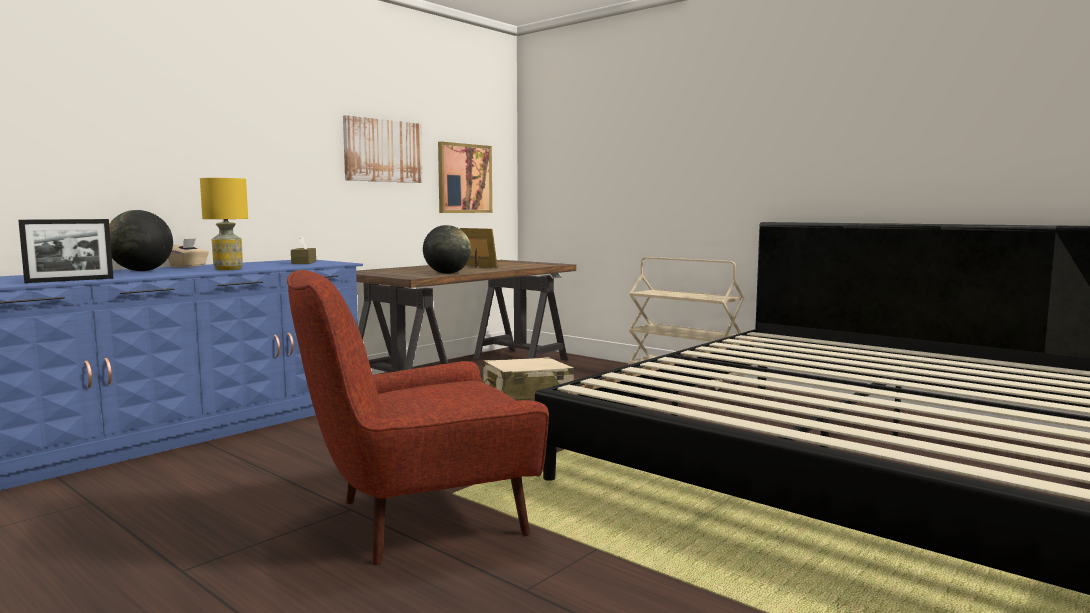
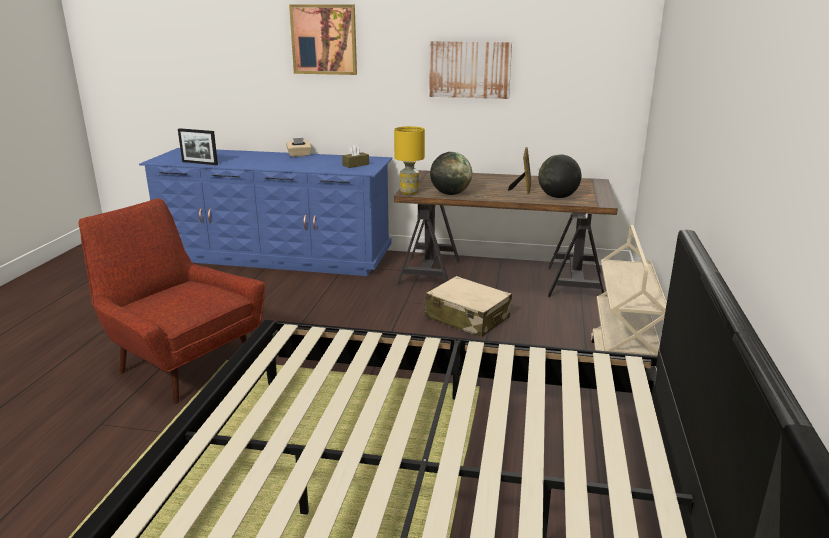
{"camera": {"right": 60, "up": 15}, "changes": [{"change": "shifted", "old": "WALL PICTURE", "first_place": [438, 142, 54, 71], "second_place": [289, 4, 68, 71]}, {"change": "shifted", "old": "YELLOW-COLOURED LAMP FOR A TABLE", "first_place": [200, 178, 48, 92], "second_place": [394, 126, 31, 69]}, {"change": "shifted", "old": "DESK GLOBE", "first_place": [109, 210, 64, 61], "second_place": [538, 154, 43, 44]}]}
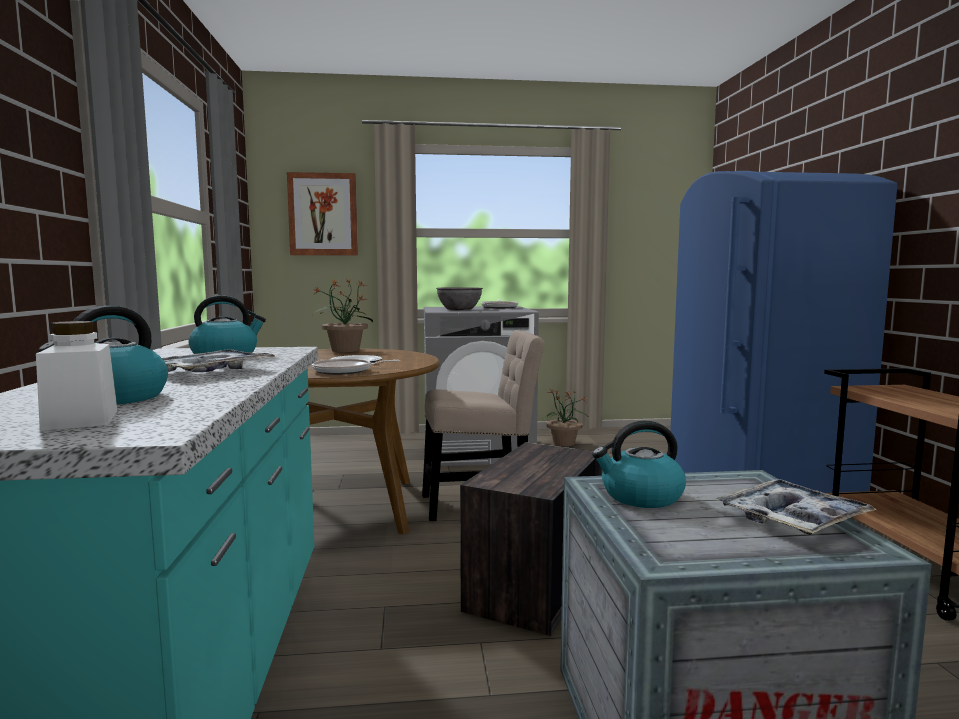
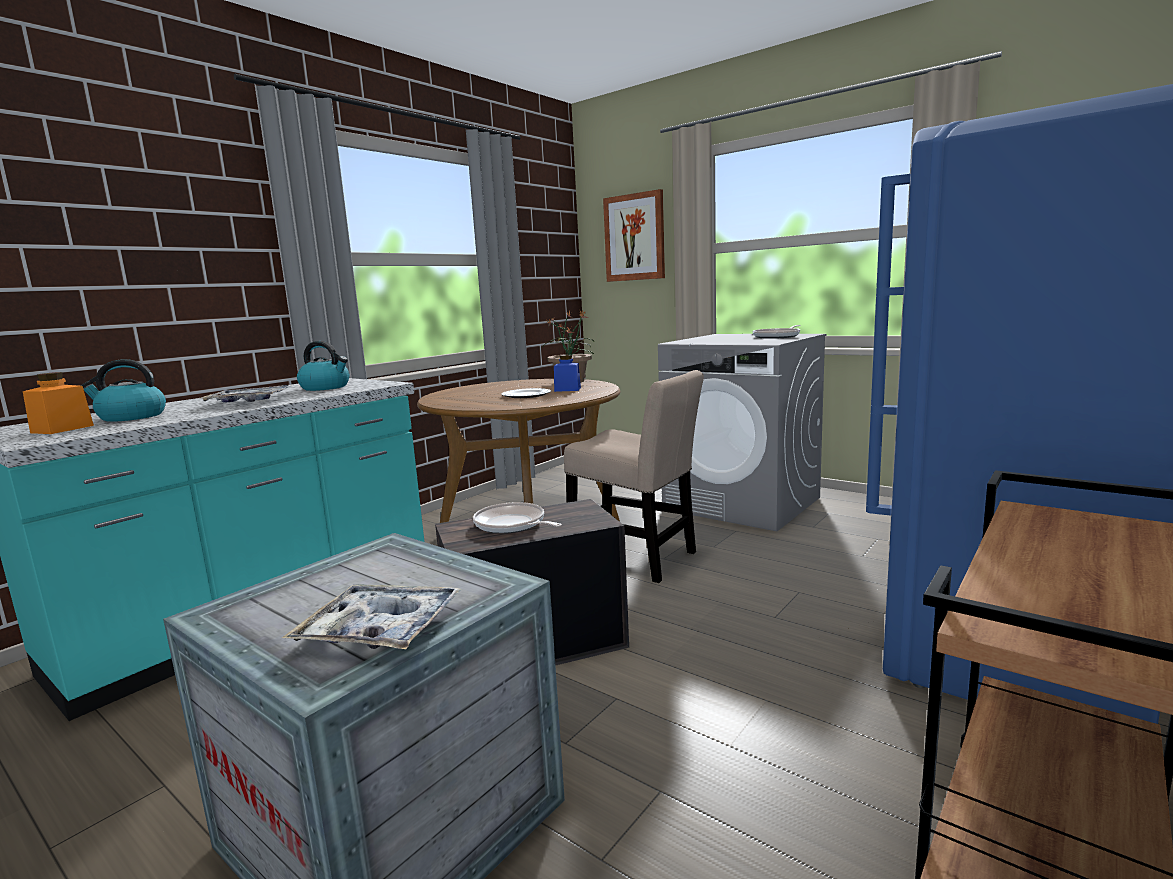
{"camera": {"right": 45, "up": 5}, "changes": [{"change": "gone", "old": "GREYISH DEEP DISH", "first_place": [436, 287, 47, 23]}, {"change": "repainted", "old": "WHITE STORAGE JAR", "new": "ORANGE STORAGE JAR", "first_place": [36, 321, 82, 110], "second_place": [23, 372, 71, 62]}, {"change": "shifted", "old": "SKILLET", "first_place": [312, 359, 88, 16], "second_place": [473, 502, 89, 32]}, {"change": "gone", "old": "PLANT IN A POT", "first_place": [543, 389, 46, 57]}, {"change": "gone", "old": "TEA KETTLE", "first_place": [592, 421, 94, 87]}, {"change": "new", "new": "BLUE-COLOURED STORAGE JAR", "second_place": [554, 355, 27, 37]}]}
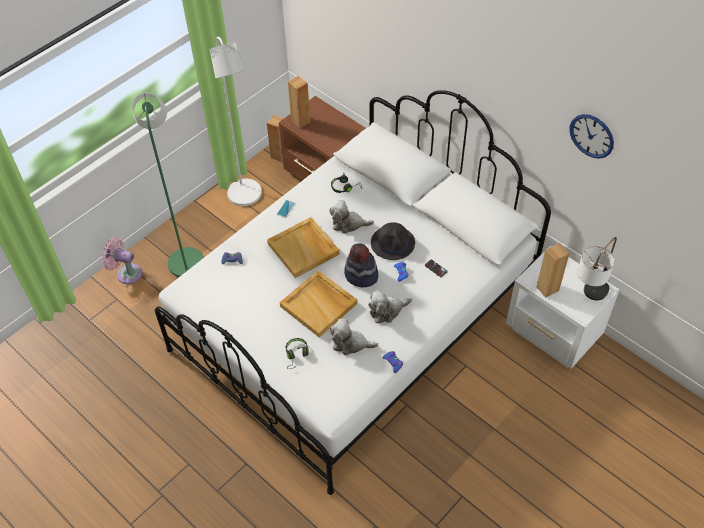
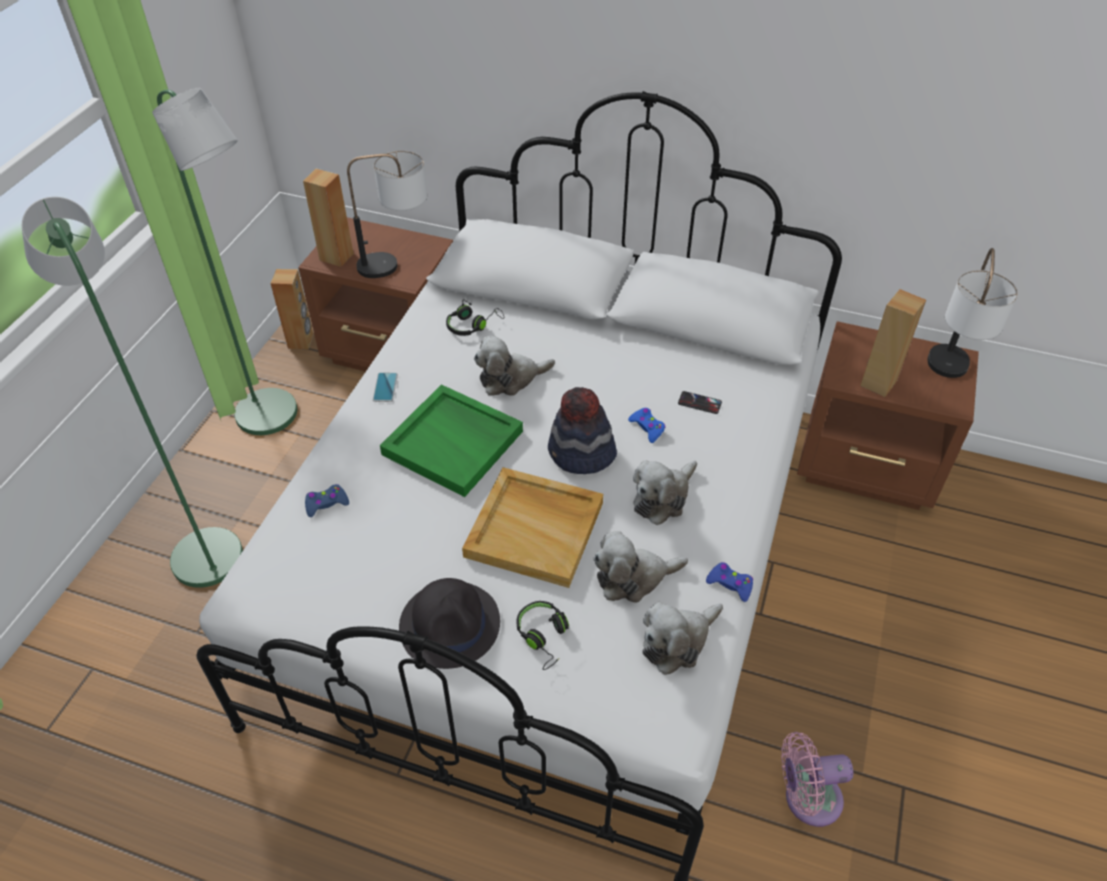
{"camera": {"right": -25, "up": -5}, "changes": [{"change": "repainted", "old": "WHITE FLOOR LAMP", "new": "GREEN-COLOURED FLOOR LAMP", "first_place": [210, 37, 52, 169], "second_place": [152, 88, 145, 347]}, {"change": "gone", "old": "CLOCK ON THE WALL", "first_place": [569, 114, 45, 45]}, {"change": "repainted", "old": "SAND-COLOURED SERVING TRAY", "new": "GREEN-COLOURED SERVING TRAY", "first_place": [267, 217, 73, 61], "second_place": [380, 384, 143, 113]}, {"change": "shifted", "old": "BLACK CLOTHING HAT", "first_place": [371, 222, 44, 38], "second_place": [399, 578, 101, 91]}, {"change": "shifted", "old": "PINK-COLOURED COOLING FAN", "first_place": [102, 237, 40, 47], "second_place": [781, 732, 72, 95]}, {"change": "repainted", "old": "WHITE NIGHT TABLE", "new": "BROWN NIGHT TABLE", "first_place": [506, 245, 114, 124], "second_place": [797, 321, 182, 189]}, {"change": "new", "new": "LAMP FOR A TABLE", "second_place": [347, 151, 80, 127]}, {"change": "new", "new": "CUDDLY TOY", "second_place": [642, 602, 81, 73]}]}
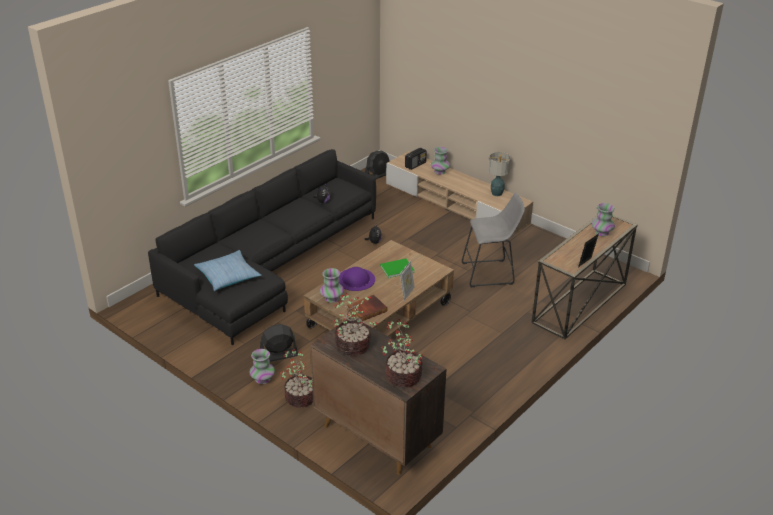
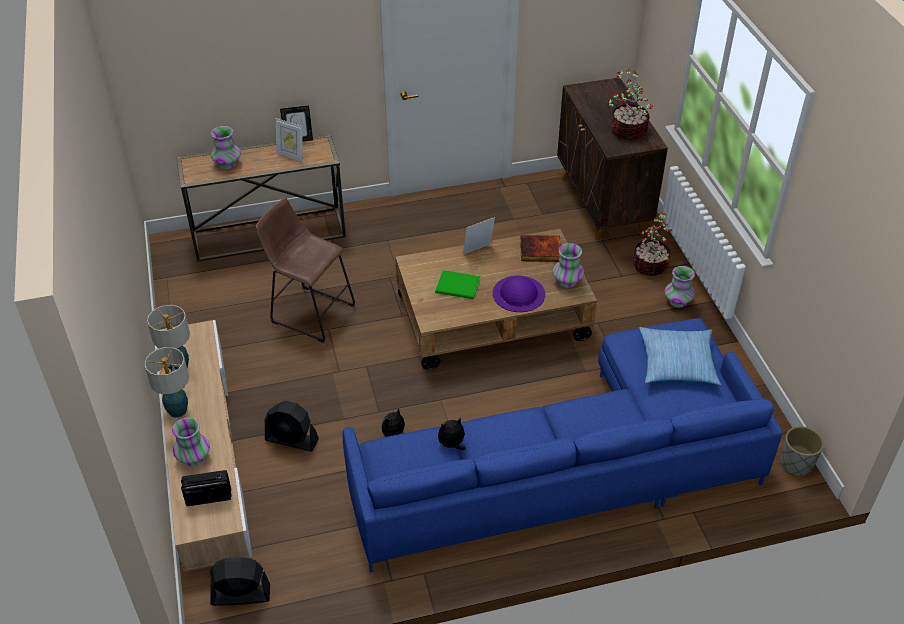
{"camera": {"right": -145, "up": 10}, "changes": [{"change": "repainted", "old": "BLACK COUCH", "new": "BLUE-COLOURED COUCH", "first_place": [148, 149, 228, 197], "second_place": [343, 318, 439, 254]}, {"change": "repainted", "old": "GREYISH STOOL", "new": "BROWN STOOL", "first_place": [462, 193, 63, 94], "second_place": [256, 198, 99, 144]}, {"change": "gone", "old": "PLANT IN A POT", "first_place": [381, 319, 43, 68]}, {"change": "shifted", "old": "BLACK COOLING FAN", "first_place": [260, 324, 38, 38], "second_place": [265, 401, 54, 51]}, {"change": "new", "new": "PICTURE FRAME", "second_place": [276, 118, 27, 44]}, {"change": "new", "new": "LAMP FOR A TABLE", "second_place": [144, 347, 45, 71]}, {"change": "new", "new": "GREYISH FLOWER POT", "second_place": [780, 426, 44, 50]}]}
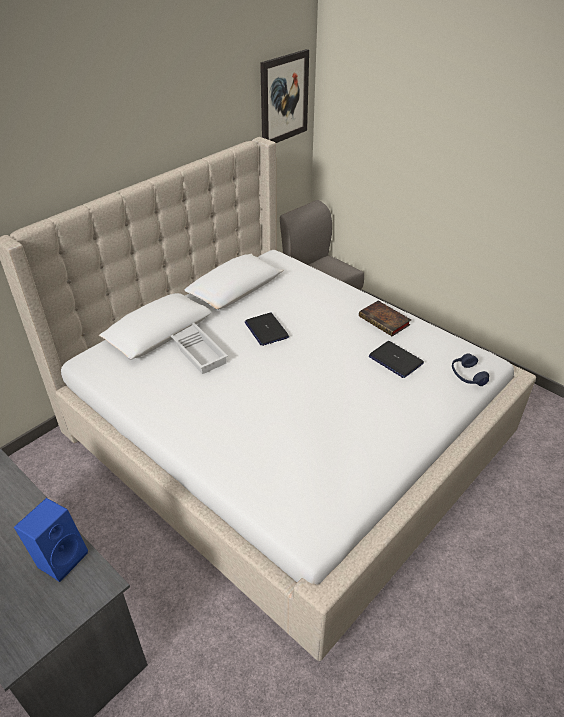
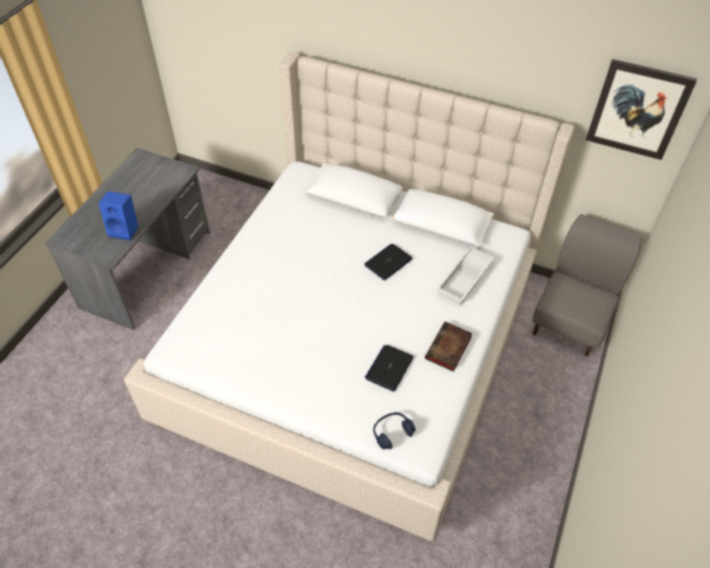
{"camera": {"right": 70, "up": 10}, "changes": [{"change": "shifted", "old": "WHITE SERVING TRAY", "first_place": [171, 323, 57, 51], "second_place": [437, 246, 57, 59]}]}
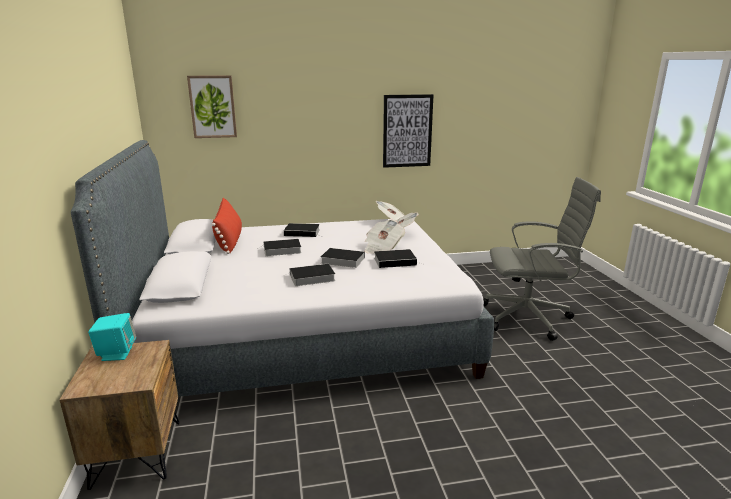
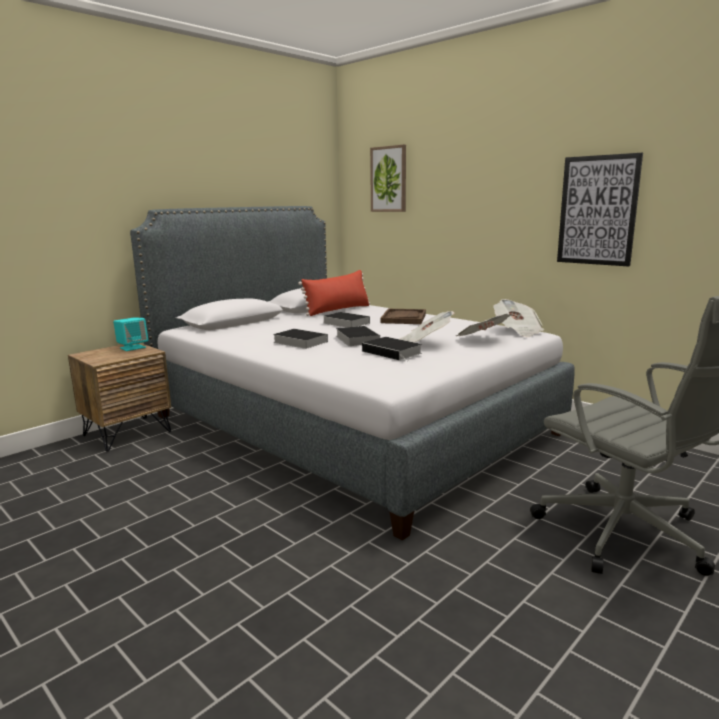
{"camera": {"right": 55, "up": -5}, "changes": [{"change": "swapped", "old": "BOUND BOOK", "new": "BROWN SERVING TRAY", "first_place": [284, 223, 36, 14], "second_place": [380, 309, 46, 15]}]}
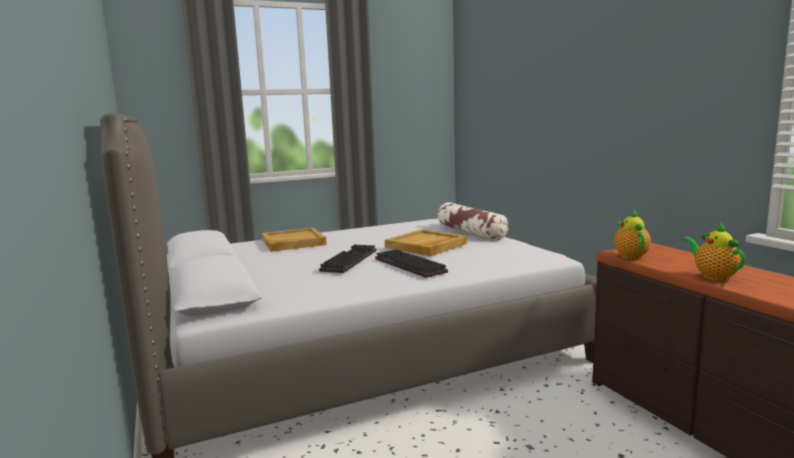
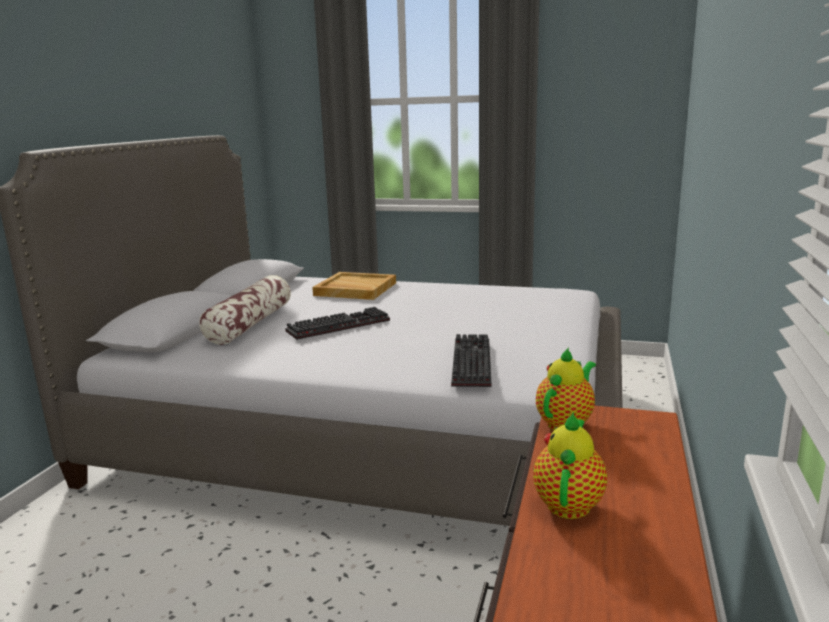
{"camera": {"right": 40, "up": 5}, "changes": [{"change": "shifted", "old": "CUSHION", "first_place": [437, 202, 72, 39], "second_place": [199, 275, 92, 70]}, {"change": "gone", "old": "SAND-COLOURED SERVING TRAY", "first_place": [385, 229, 82, 27]}, {"change": "shifted", "old": "COMPUTER KEYBOARD", "first_place": [375, 249, 73, 29], "second_place": [451, 334, 40, 53]}]}
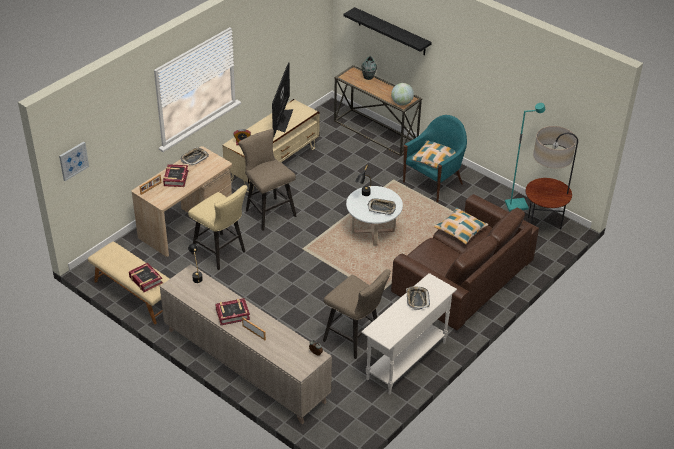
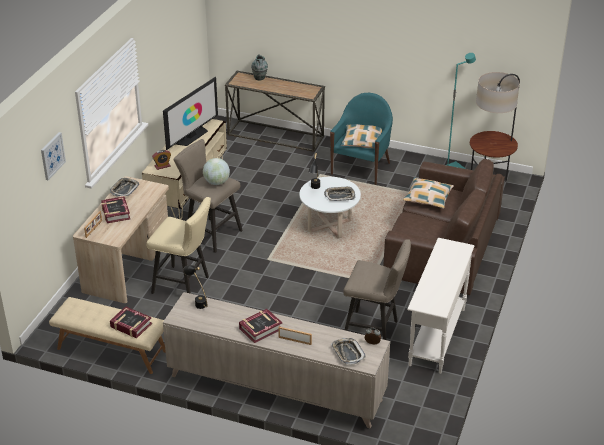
{"camera": {"right": -20, "up": -5}, "changes": [{"change": "gone", "old": "BLACK BRACKET SHELF", "first_place": [343, 7, 89, 48]}, {"change": "rotated", "old": "TELEVISION", "first_place": [272, 62, 21, 74], "second_place": [163, 77, 55, 73], "degrees": -135}, {"change": "shifted", "old": "DESK GLOBE", "first_place": [391, 83, 23, 23], "second_place": [203, 158, 27, 27]}, {"change": "shifted", "old": "WALL PICTURE", "first_place": [59, 142, 30, 39], "second_place": [41, 132, 25, 48]}, {"change": "shifted", "old": "SERVING TRAY", "first_place": [406, 286, 24, 24], "second_place": [331, 338, 35, 27]}]}
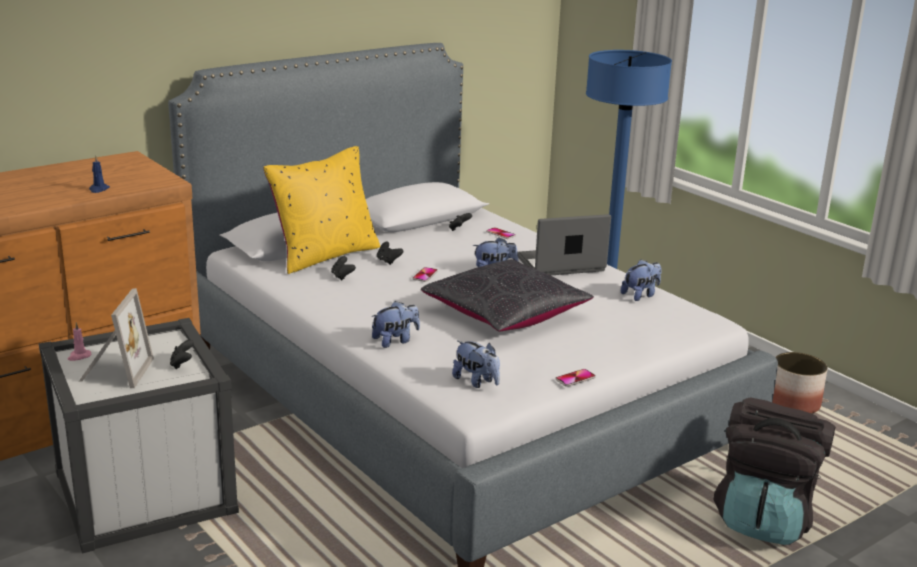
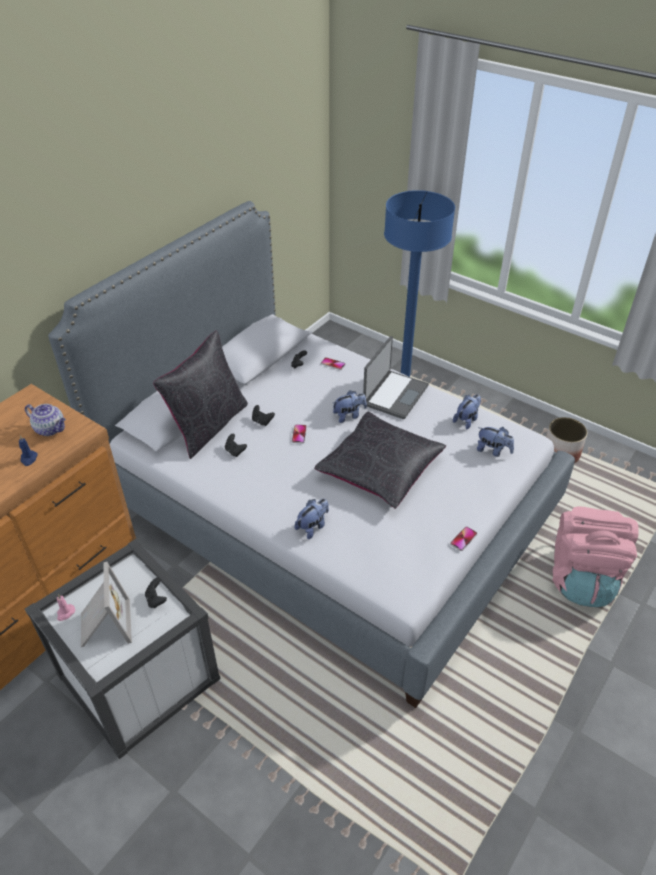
{"camera": {"right": -15, "up": 20}, "changes": [{"change": "repainted", "old": "YELLOW-COLOURED CUSHION", "new": "BLACK CUSHION", "first_place": [263, 146, 117, 128], "second_place": [153, 331, 95, 128]}, {"change": "rotated", "old": "PORTABLE COMPUTER", "first_place": [517, 214, 94, 62], "second_place": [363, 336, 66, 83], "degrees": 150}, {"change": "shifted", "old": "CUDDLY TOY", "first_place": [452, 341, 48, 47], "second_place": [477, 427, 37, 30]}, {"change": "repainted", "old": "BLACK KNAPSACK", "new": "PINK-COLOURED KNAPSACK", "first_place": [714, 397, 121, 148], "second_place": [552, 506, 87, 101]}, {"change": "new", "new": "TEAPOT", "second_place": [25, 404, 41, 32]}]}
